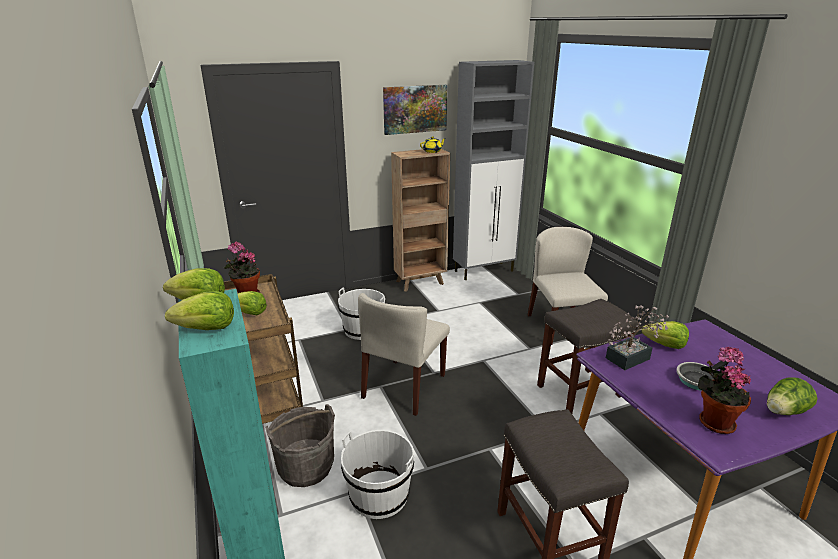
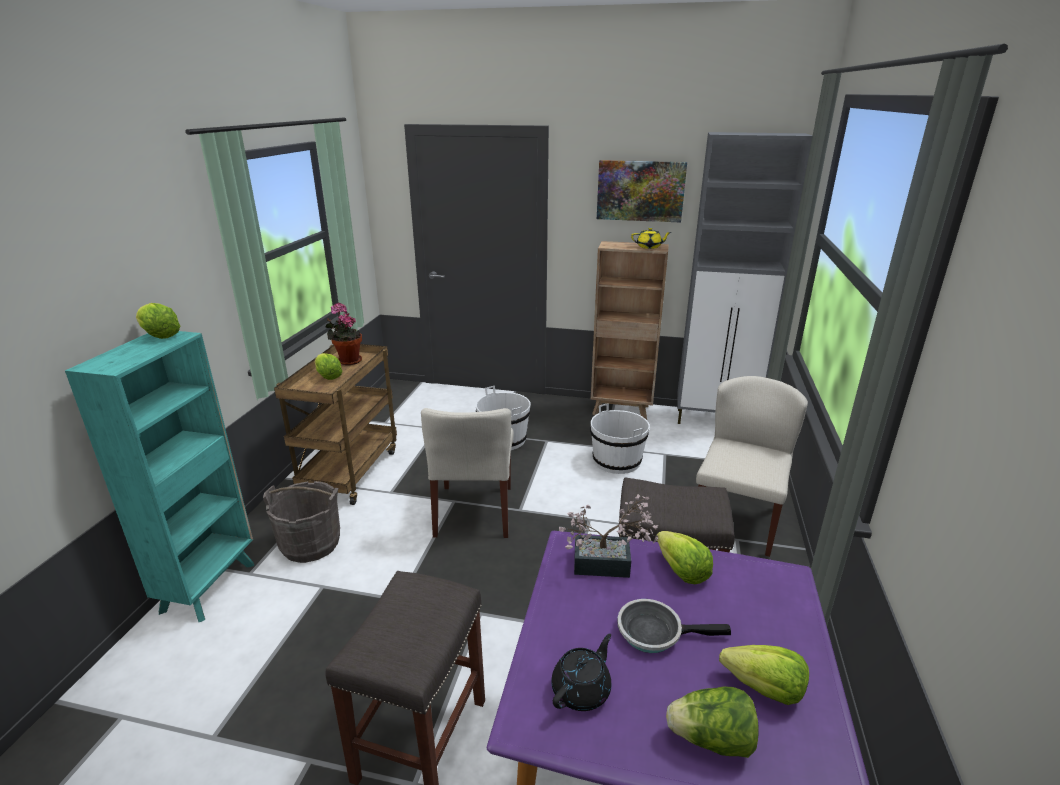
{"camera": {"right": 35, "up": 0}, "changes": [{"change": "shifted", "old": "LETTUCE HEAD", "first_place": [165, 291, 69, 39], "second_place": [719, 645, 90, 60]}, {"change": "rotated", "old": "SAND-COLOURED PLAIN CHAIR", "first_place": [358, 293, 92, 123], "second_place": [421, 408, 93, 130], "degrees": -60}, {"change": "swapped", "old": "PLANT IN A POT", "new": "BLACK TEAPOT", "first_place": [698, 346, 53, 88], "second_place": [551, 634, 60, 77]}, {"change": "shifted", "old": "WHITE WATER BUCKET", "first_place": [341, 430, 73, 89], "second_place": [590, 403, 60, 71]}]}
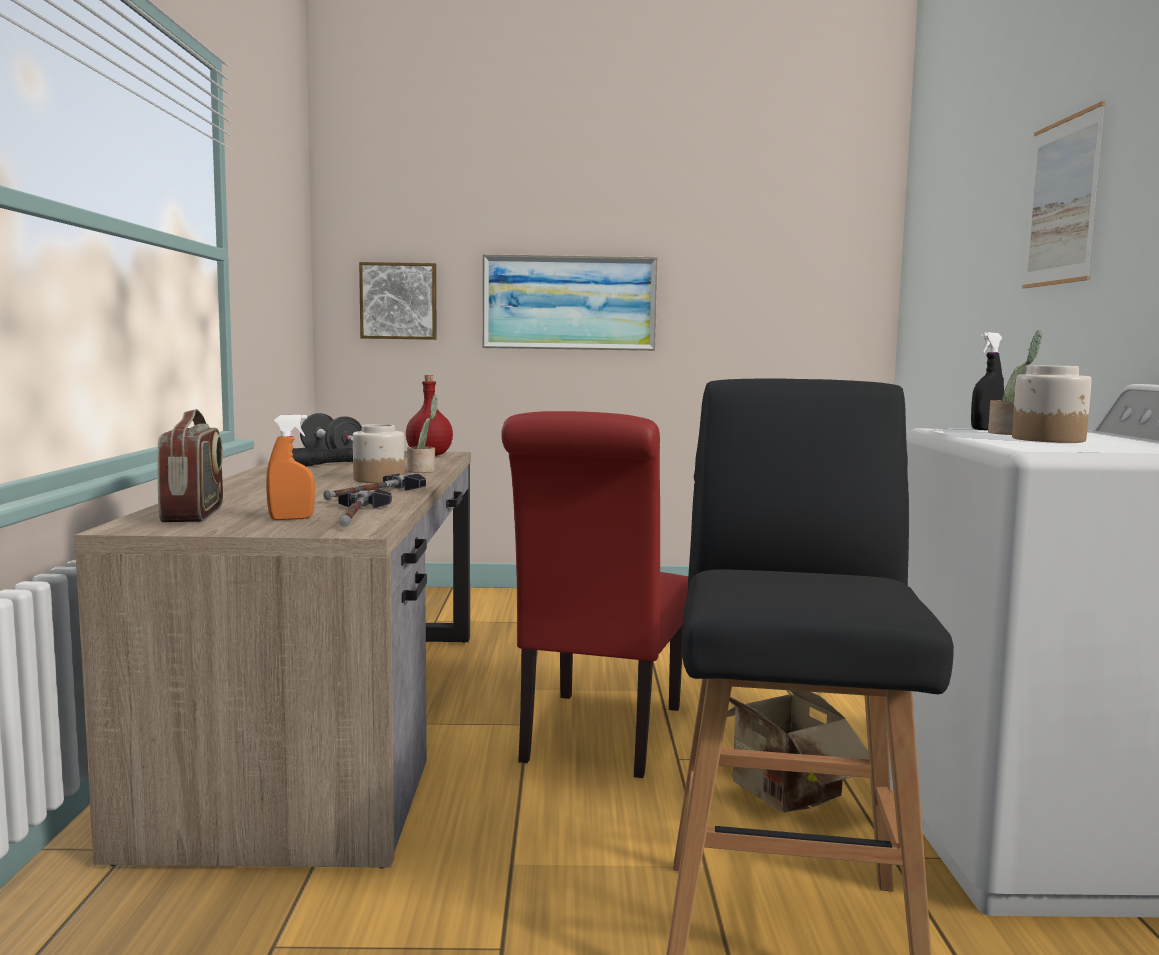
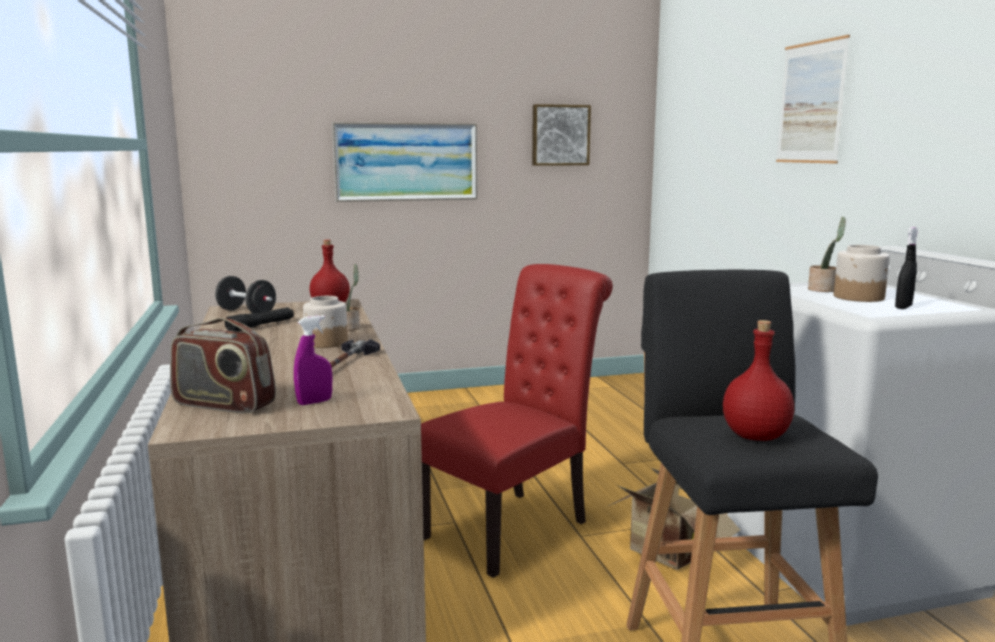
{"camera": {"right": -15, "up": 5}, "changes": [{"change": "shifted", "old": "WALL PICTURE", "first_place": [359, 262, 78, 78], "second_place": [532, 104, 59, 62]}, {"change": "shifted", "old": "BLACK HAND SPRAYER", "first_place": [971, 332, 33, 98], "second_place": [895, 227, 23, 82]}, {"change": "rotated", "old": "RADIO RECEIVER", "first_place": [157, 409, 66, 113], "second_place": [170, 318, 106, 96], "degrees": 135}, {"change": "rotated", "old": "REDDISH PLAIN CHAIR", "first_place": [501, 411, 187, 367], "second_place": [421, 264, 192, 314], "degrees": -135}, {"change": "repainted", "old": "ORANGE HAND SPRAYER", "new": "PURPLISH HAND SPRAYER", "first_place": [266, 414, 49, 106], "second_place": [294, 315, 38, 90]}, {"change": "gone", "old": "HAND HAMMER", "first_place": [338, 488, 54, 39]}, {"change": "new", "new": "REDDISH DRINK BOTTLE", "second_place": [723, 320, 71, 121]}]}
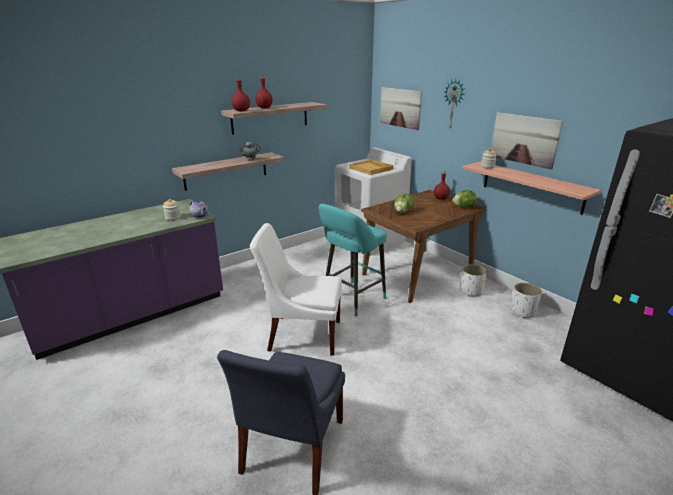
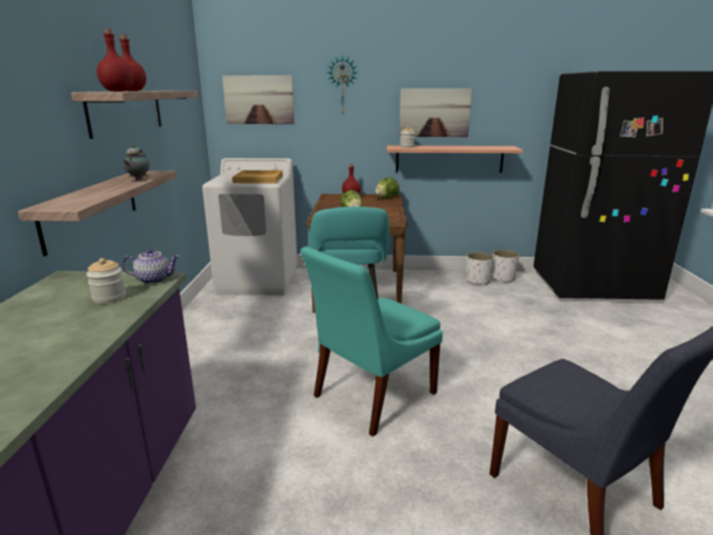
{"camera": {"right": -50, "up": -5}, "changes": [{"change": "repainted", "old": "WHITE PLAIN CHAIR", "new": "TURQUOISE-COLOURED PLAIN CHAIR", "first_place": [250, 223, 92, 133], "second_place": [301, 246, 142, 191]}, {"change": "shifted", "old": "WHITE FLOWER POT", "first_place": [460, 264, 27, 33], "second_place": [491, 250, 28, 32]}]}
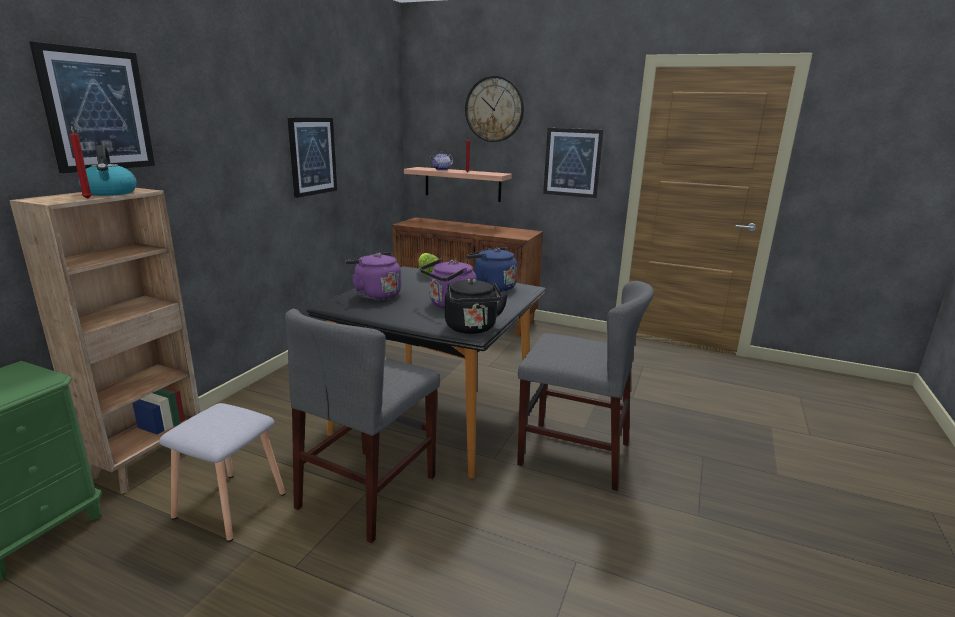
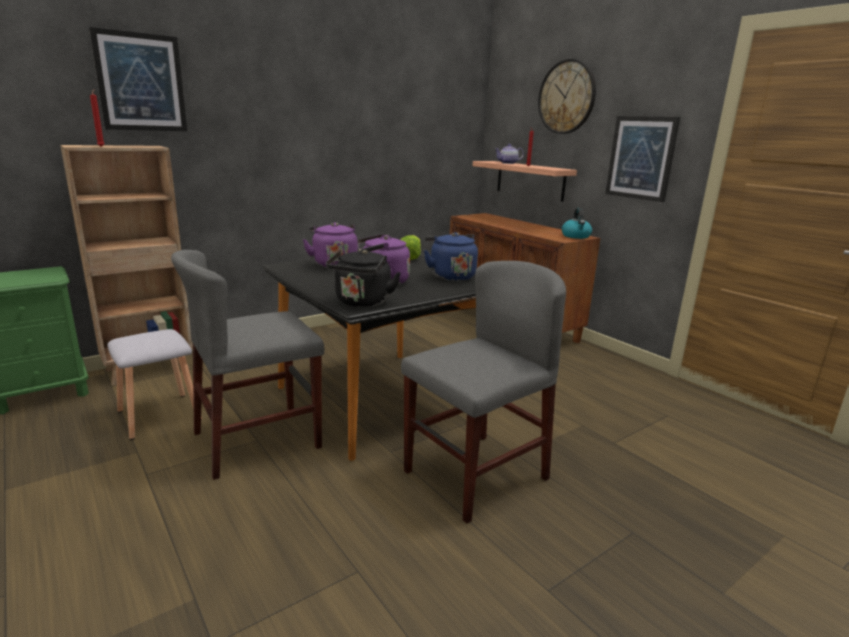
{"camera": {"right": 30, "up": 0}, "changes": [{"change": "gone", "old": "WALL PICTURE", "first_place": [287, 117, 50, 81]}, {"change": "shifted", "old": "TEA KETTLE", "first_place": [78, 145, 58, 51], "second_place": [562, 208, 30, 31]}, {"change": "rotated", "old": "GREYISH PLAIN CHAIR", "first_place": [517, 281, 137, 210], "second_place": [401, 261, 165, 263], "degrees": -90}]}
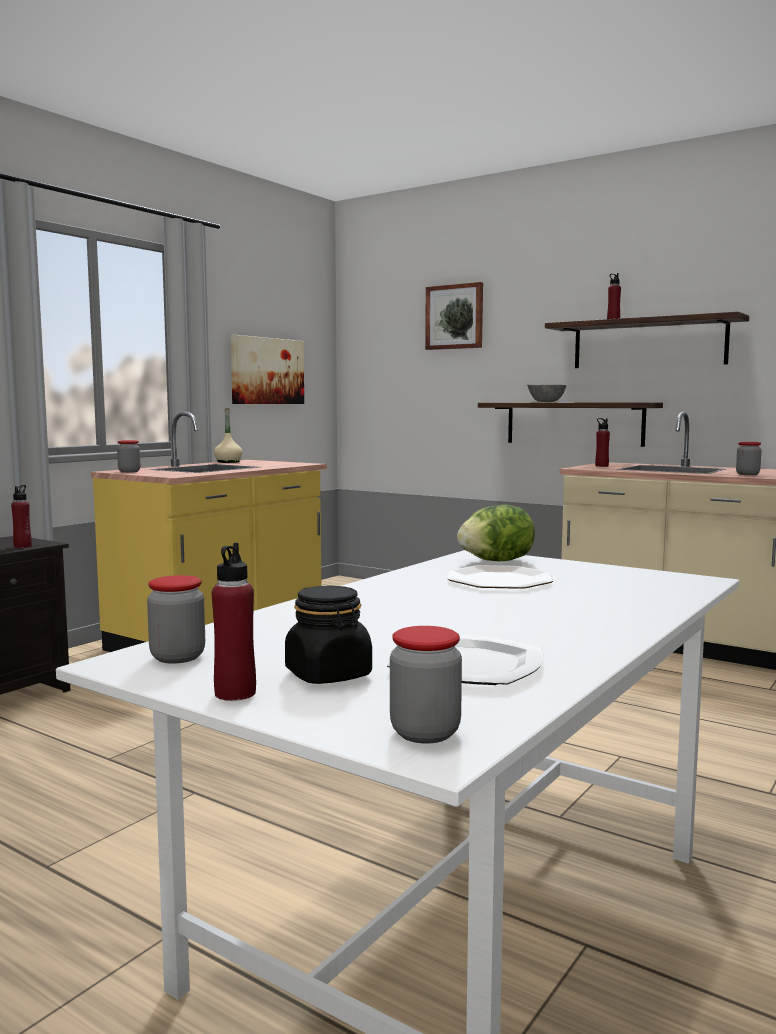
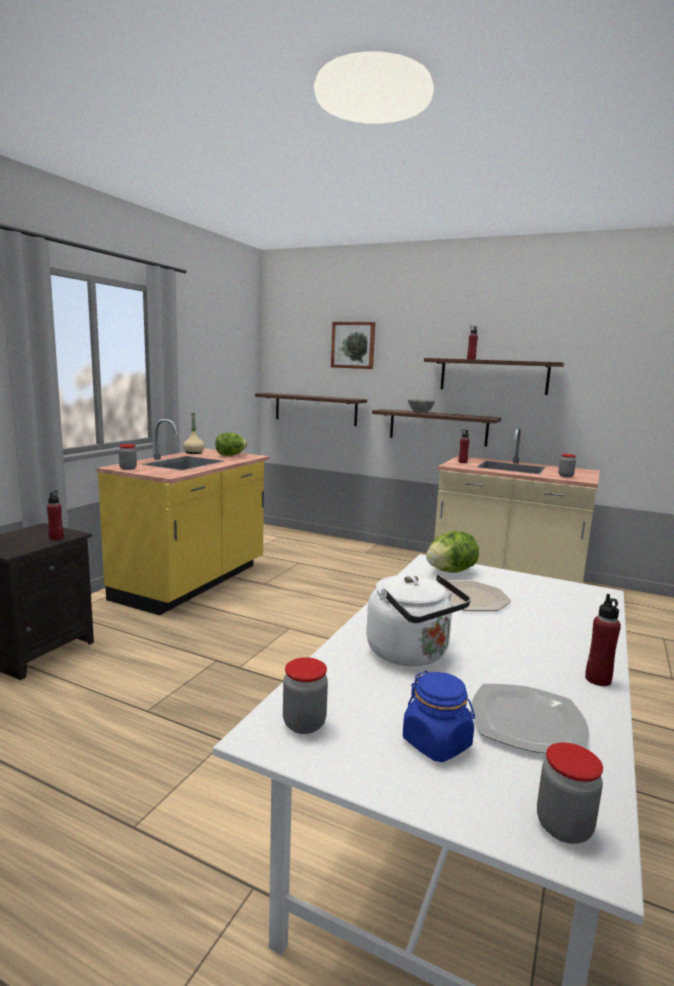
{"camera": {"right": -10, "up": 5}, "changes": [{"change": "gone", "old": "WALL PICTURE", "first_place": [231, 335, 73, 69]}, {"change": "shifted", "old": "REDDISH DRINK BOTTLE", "first_place": [212, 543, 44, 158], "second_place": [585, 594, 36, 92]}, {"change": "repainted", "old": "BLACK STORAGE JAR", "new": "BLUE-COLOURED STORAGE JAR", "first_place": [285, 585, 87, 99], "second_place": [403, 671, 72, 91]}, {"change": "new", "new": "BRACKET SHELF", "second_place": [255, 393, 112, 33]}, {"change": "new", "new": "LETTUCE HEAD", "second_place": [215, 432, 32, 24]}, {"change": "new", "new": "WHITE TEA KETTLE", "second_place": [366, 575, 105, 91]}]}
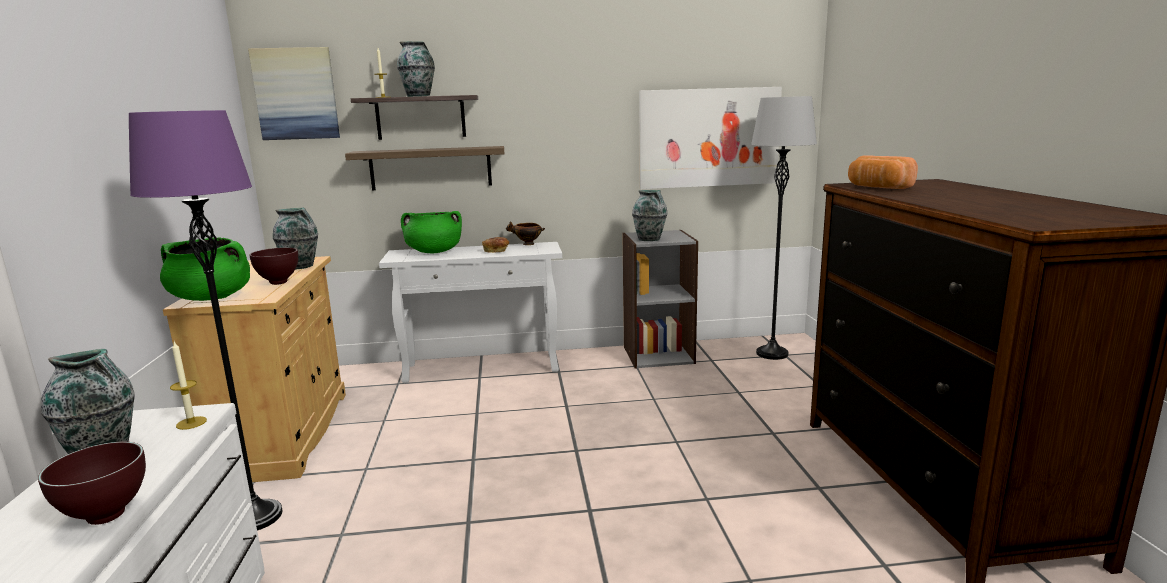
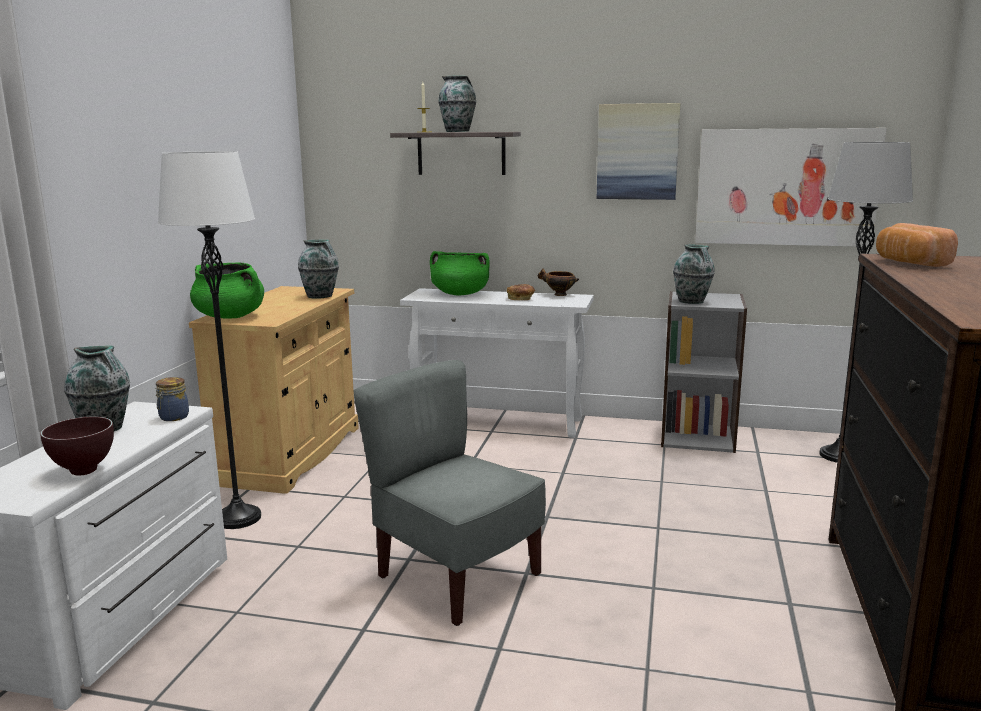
{"camera": {"right": 20, "up": 0}, "changes": [{"change": "shifted", "old": "WALL PICTURE", "first_place": [248, 47, 92, 93], "second_place": [597, 103, 83, 97]}, {"change": "repainted", "old": "PURPLISH FLOOR LAMP", "new": "WHITE FLOOR LAMP", "first_place": [129, 110, 154, 421], "second_place": [158, 151, 103, 378]}, {"change": "gone", "old": "BRACKET SHELF", "first_place": [345, 146, 160, 44]}, {"change": "gone", "old": "BROWN DEEP DISH", "first_place": [250, 247, 48, 38]}, {"change": "swapped", "old": "CANDLE", "new": "STORAGE JAR", "first_place": [170, 342, 37, 88], "second_place": [155, 377, 34, 44]}, {"change": "new", "new": "GREYISH PLAIN CHAIR", "second_place": [353, 360, 193, 266]}]}
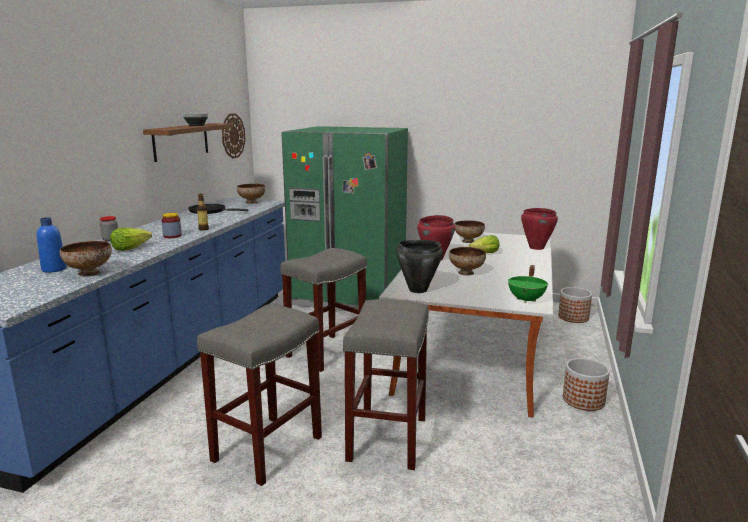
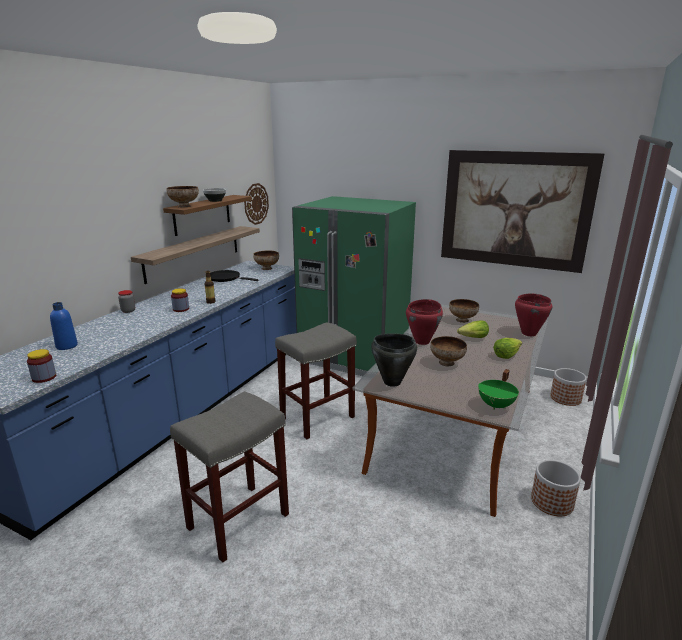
{"camera": {"right": 10, "up": 5}, "changes": [{"change": "shifted", "old": "LETTUCE HEAD", "first_place": [110, 228, 42, 23], "second_place": [493, 338, 29, 21]}, {"change": "shifted", "old": "DEEP DISH", "first_place": [60, 241, 52, 35], "second_place": [167, 186, 32, 21]}, {"change": "gone", "old": "GREYISH STOOL", "first_place": [343, 299, 86, 171]}, {"change": "new", "new": "WALL PICTURE", "second_place": [441, 150, 164, 123]}, {"change": "new", "new": "BRACKET SHELF", "second_place": [131, 226, 129, 58]}, {"change": "new", "new": "STORAGE JAR", "second_place": [27, 349, 29, 34]}]}
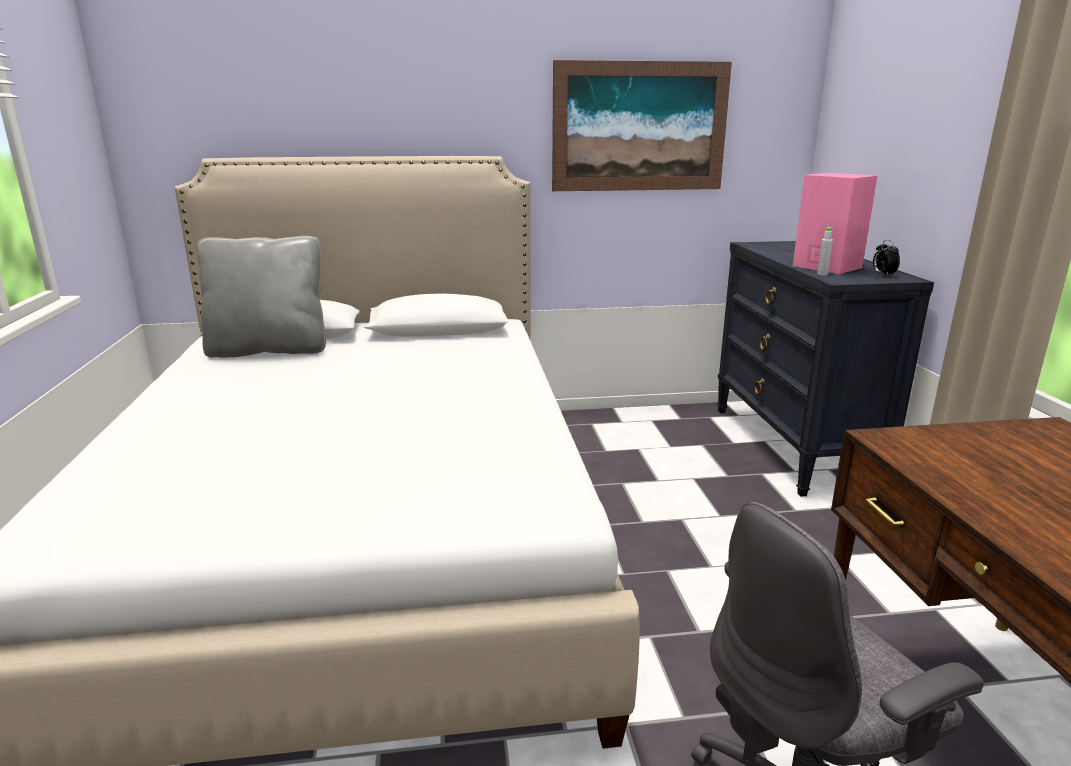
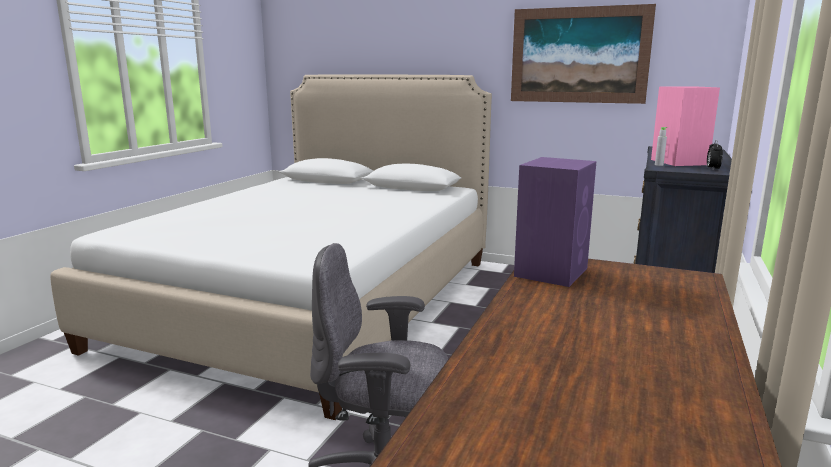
{"camera": {"right": 30, "up": -5}, "changes": [{"change": "gone", "old": "GREYISH CUSHION", "first_place": [197, 236, 129, 122]}, {"change": "new", "new": "PURPLISH SPEAKER", "second_place": [514, 157, 82, 130]}]}
